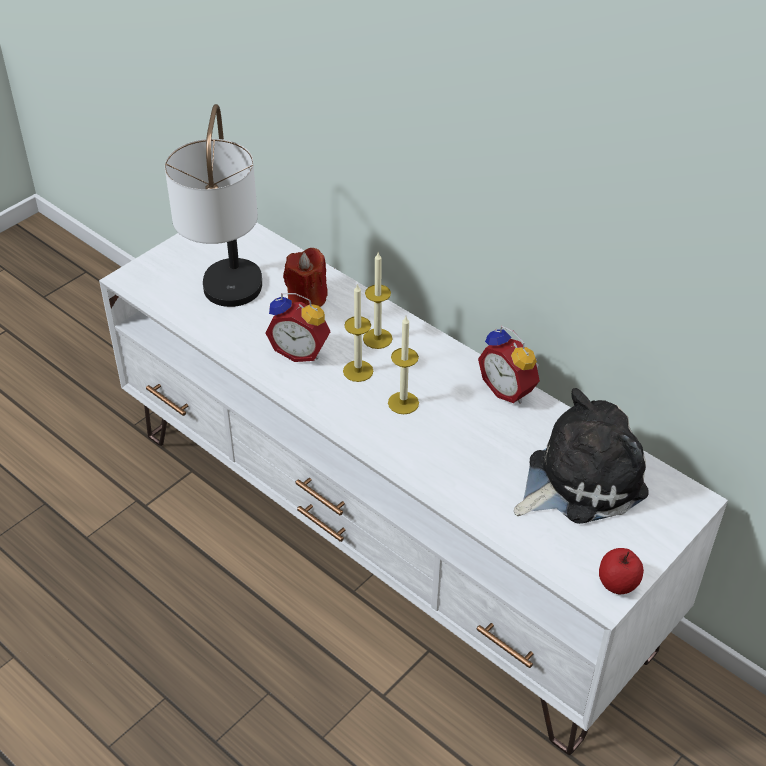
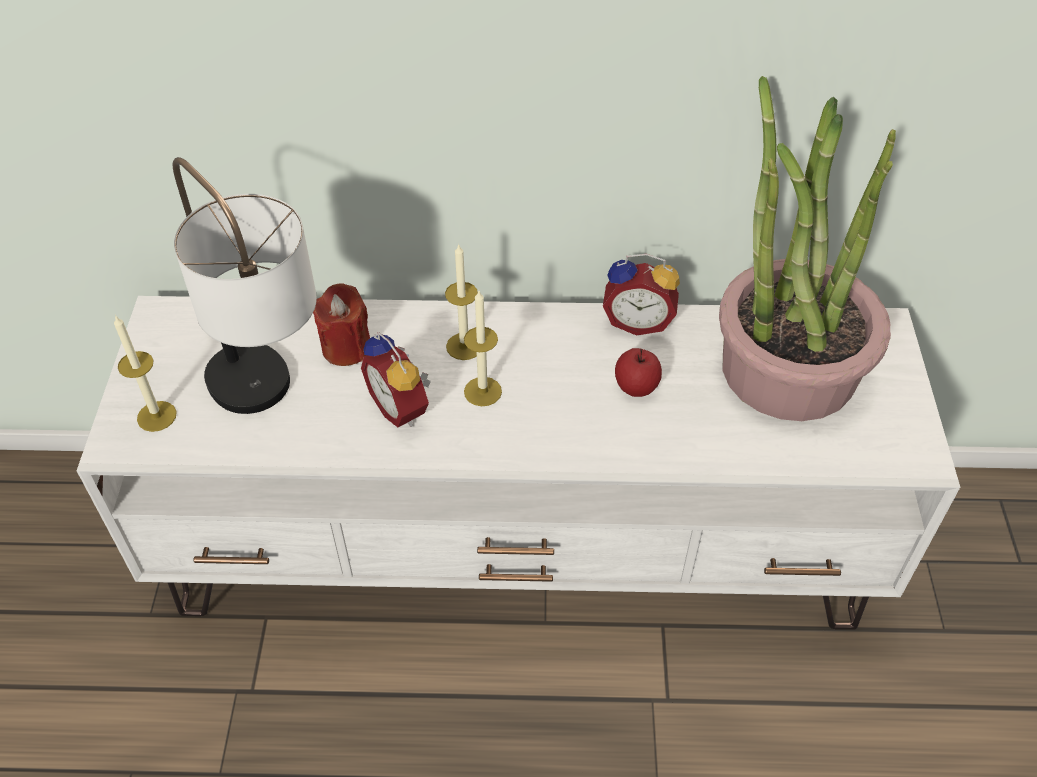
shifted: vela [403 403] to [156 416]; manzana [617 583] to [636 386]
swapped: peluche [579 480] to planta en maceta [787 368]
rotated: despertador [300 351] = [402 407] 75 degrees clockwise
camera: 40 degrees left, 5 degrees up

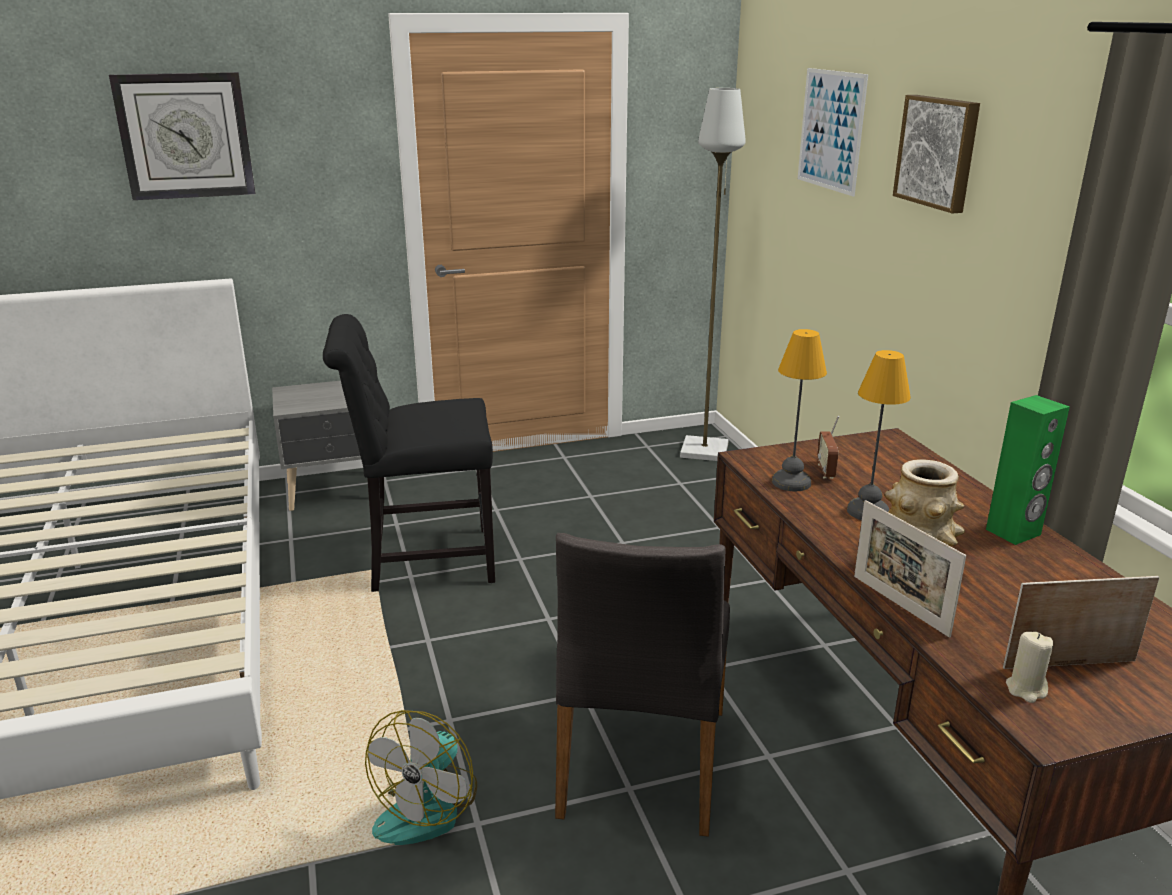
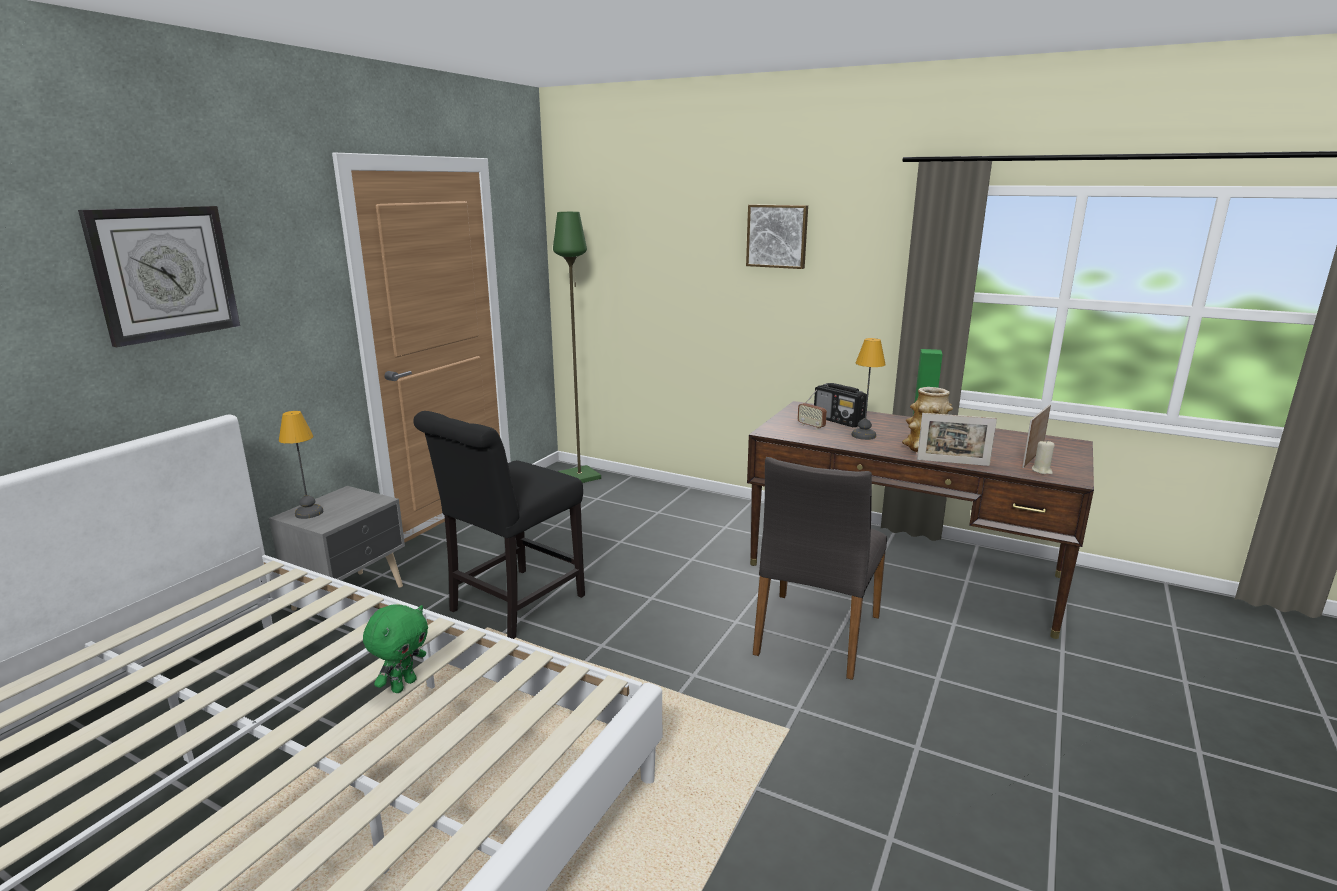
gone: cuadro [831 130]; ventilador [428 807]
new: radio [839 421]; peluche (verde) [403 685]
shifted: lámpara de mesa [792 482] to [310 512]
repainted: lámpara de pie (gris) [705 450] to lámpara de pie (verde) [579 476]
rotated: silla (gris) [640 762] = [815 635] 60 degrees clockwise
camera: 45 degrees left, 5 degrees down

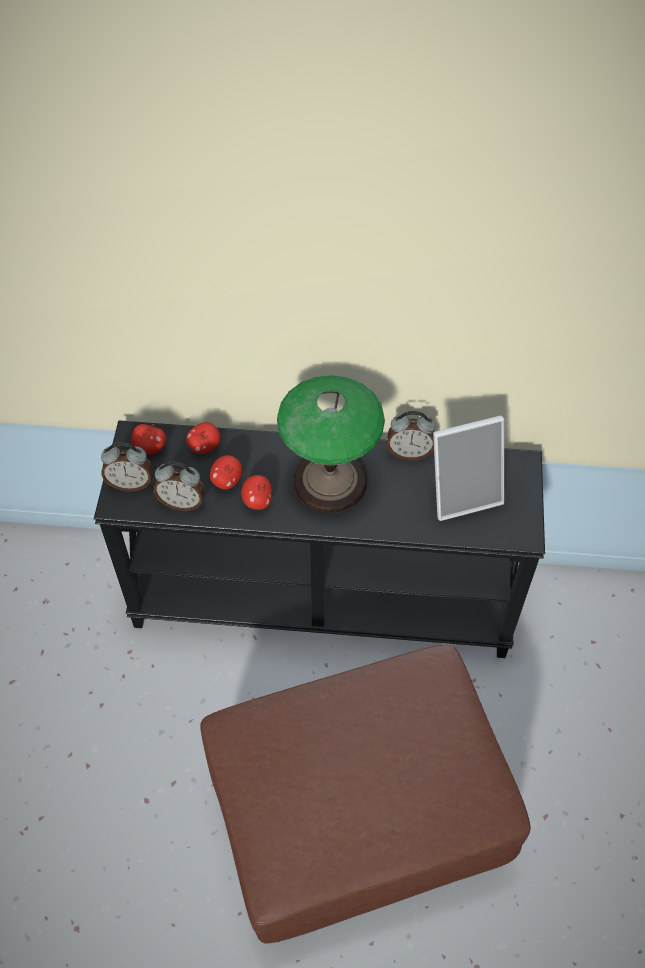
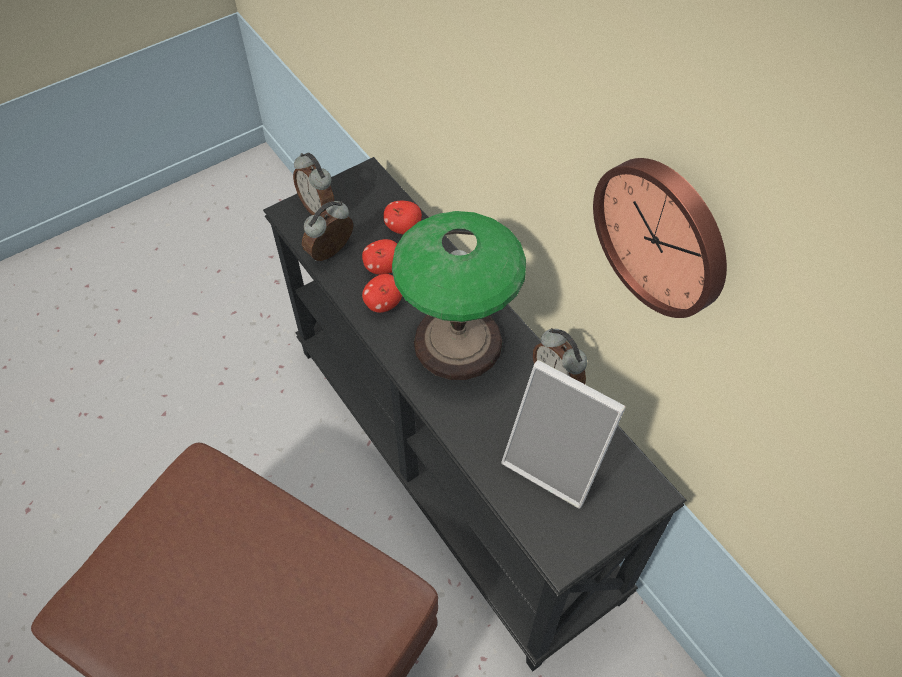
gone: manzana [150 448]
new: reloj de pared [663 235]
rotated: despertador [182 502] = [332 253] 75 degrees clockwise
camera: 50 degrees right, 0 degrees up

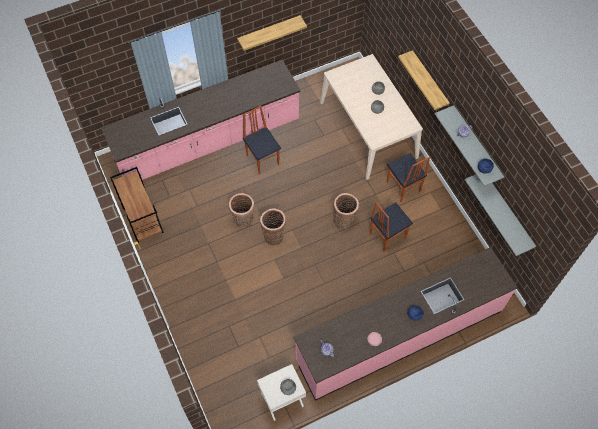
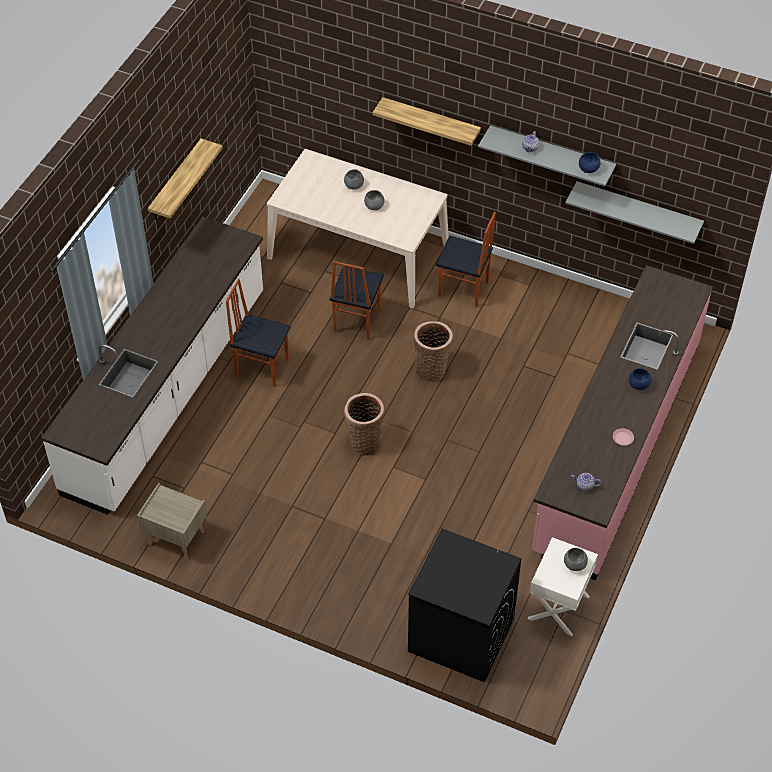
gone: cesta [243 220]
new: lavadora (negro) [460 635]
shifted: silla [387 236] to [356 320]
swapped: carrito (marrón) [142 220] to mesita de noche (beis) [175 538]
repainted: mueble bajo de cocina (rosa) [208 141] to mueble bajo de cocina (blanco) [167 392]
camera: 40 degrees left, 10 degrees down

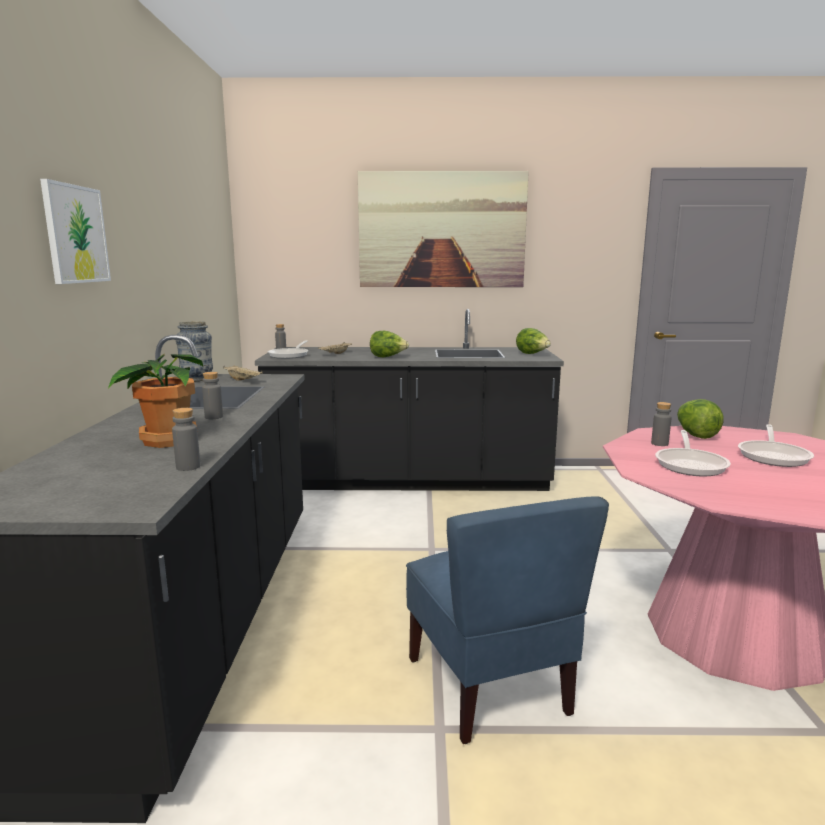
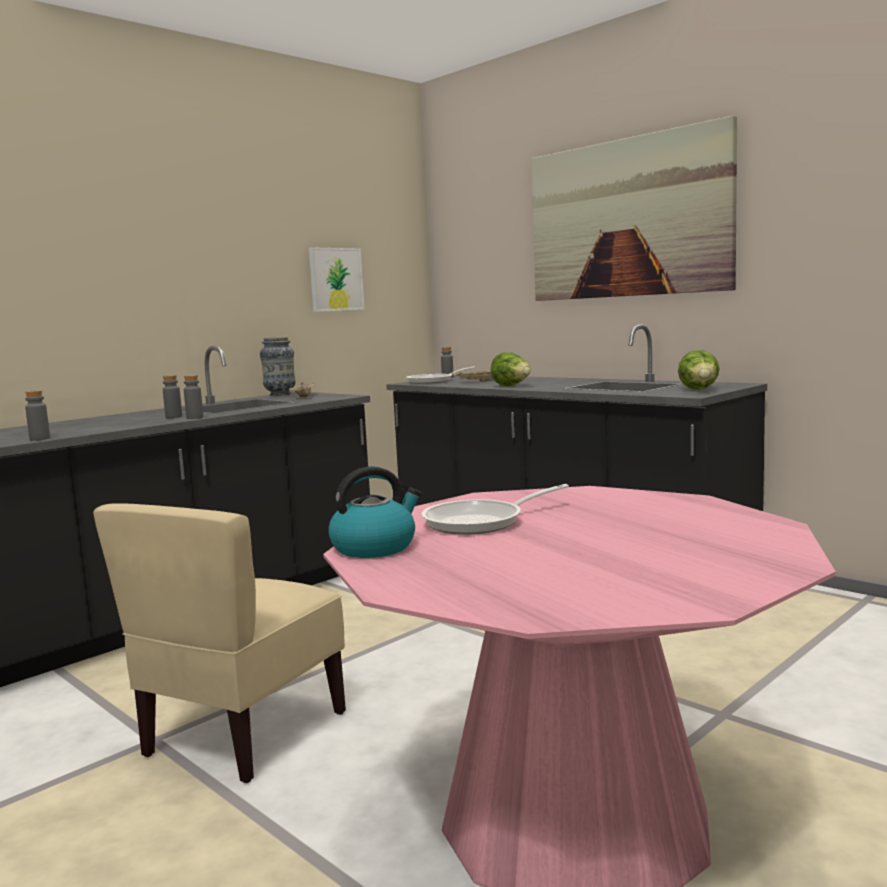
gone: planta en maceta [166 440]; lechuga [695 435]; sartén [773 456]
new: hervidor [375 547]
shifted: cuadro [75 234] to [336 279]; botella (gris) [659 443] to [195 417]
repainted: silla (azul) [490 685] to silla (beis) [243 733]
camera: 45 degrees right, 5 degrees down

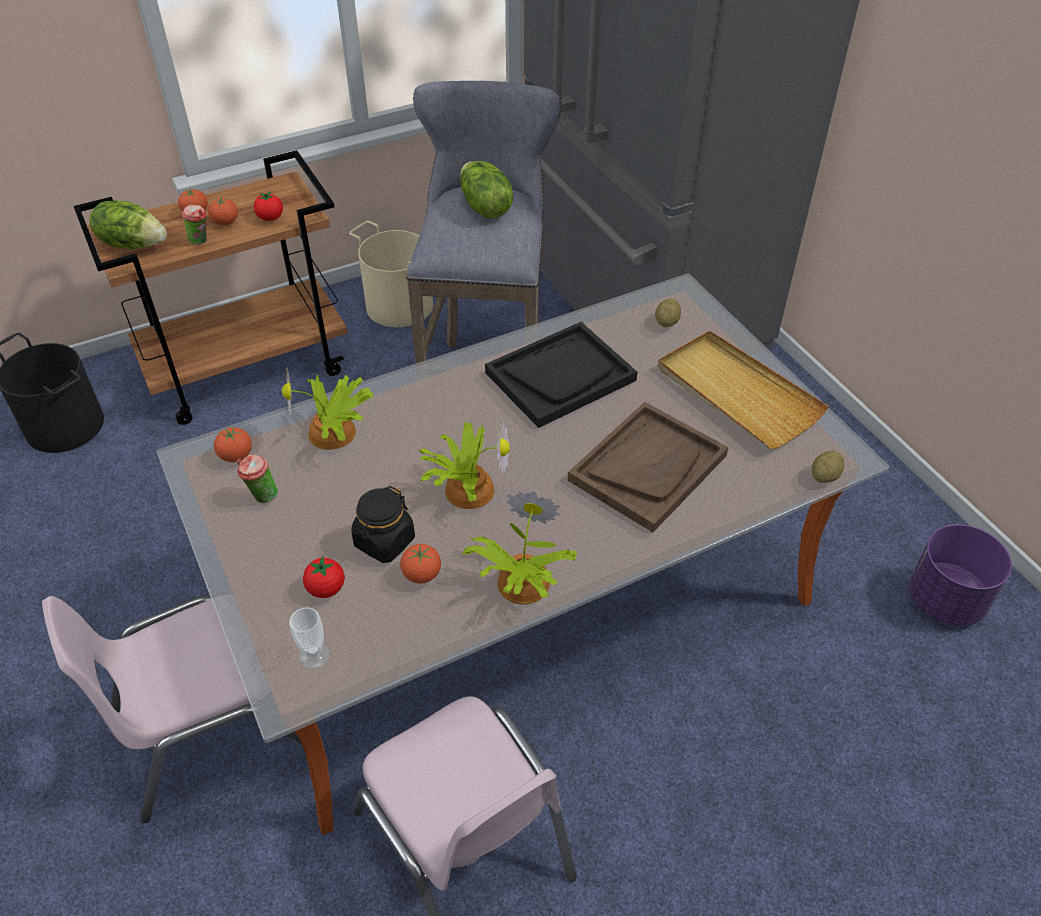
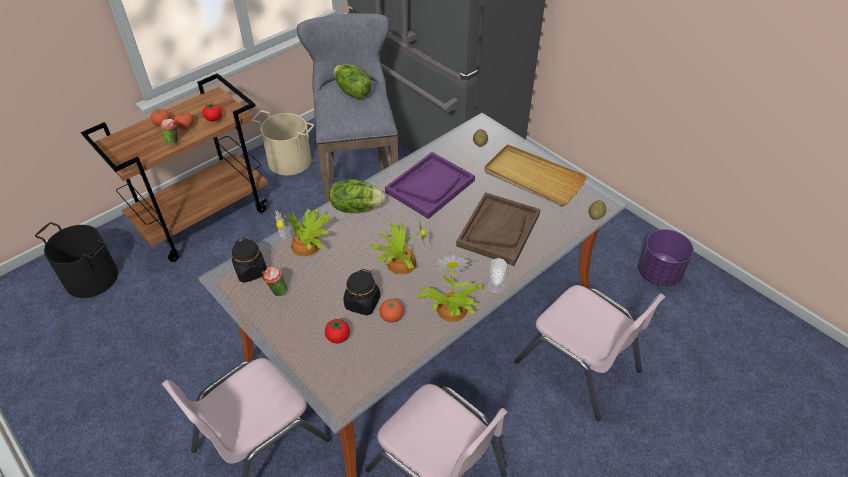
new: silla (rosa) [578 366]
shifted: lechuga [133 244] to [356 207]; taza [314 656] to [496 286]
swapped: tomate [236 456] to tarro (negro) [251 271]
repainted: bandeja (negro) [560 376] to bandeja (morado) [430 186]
camera: 15 degrees left, 0 degrees up

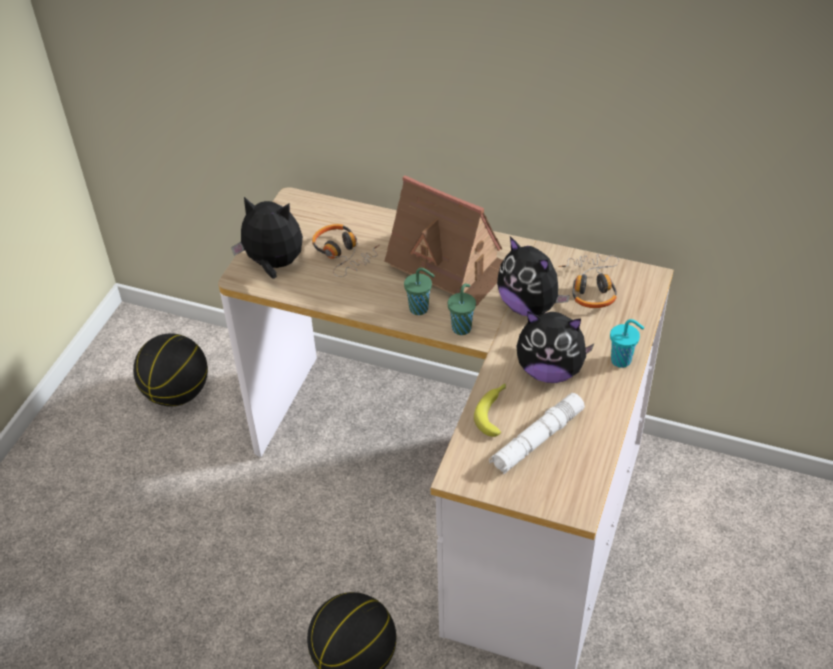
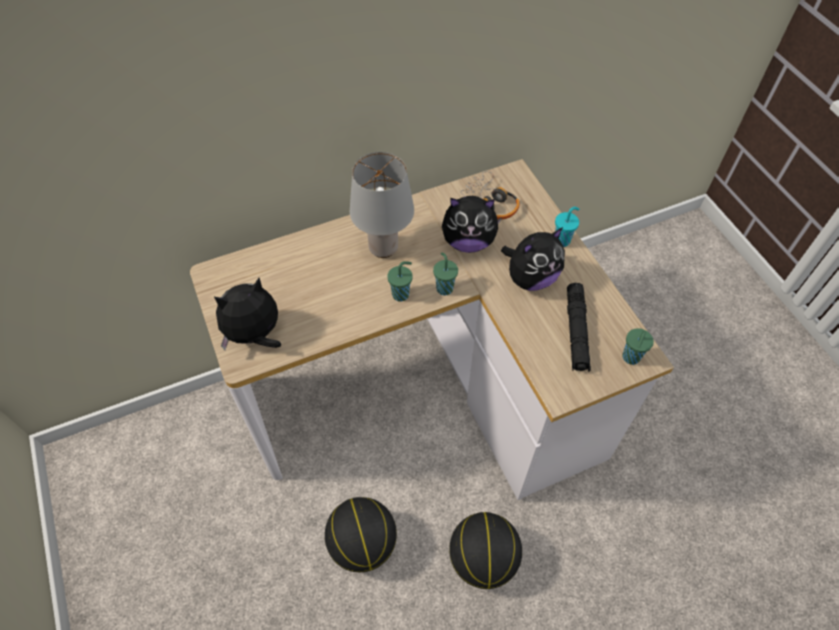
gone: auriculares [343 254]; plátano [494 412]
new: taza (verde) [630 358]
shifted: balón de baloncesto [176 393] to [362 544]
swapped: casita [449 265] to lámpara de mesa (gris) [384 248]
repainted: linterna (blanco) [537 439] to linterna (negro) [576 332]
camera: 45 degrees left, 10 degrees up

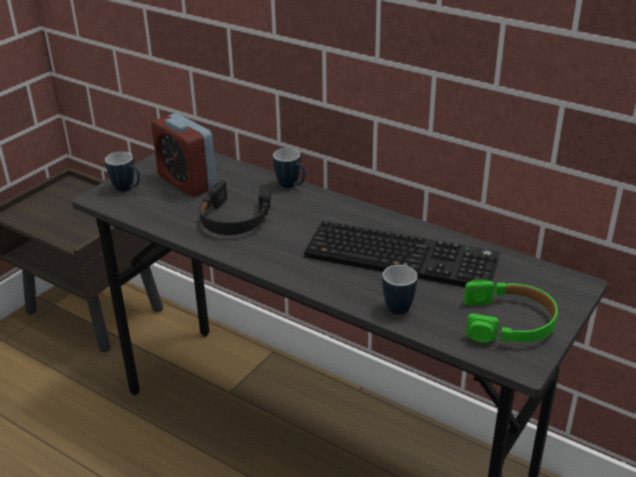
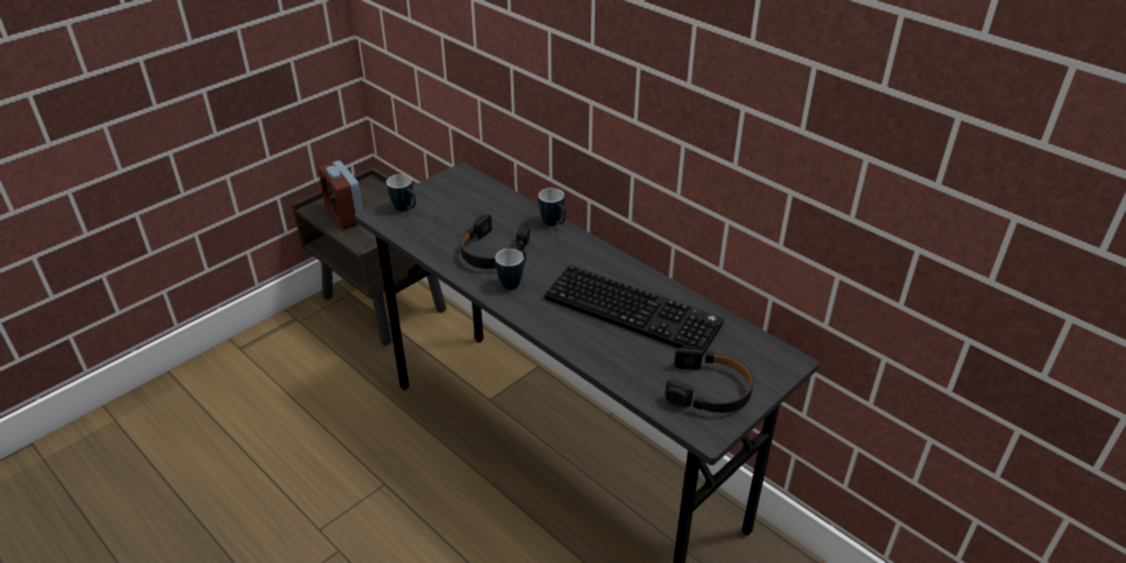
shifted: despertador [187 182] to [345 215]; taza grande [400 305] to [514 282]
repainted: auriculares (verde) [509 322] to auriculares (negro) [709 390]
camera: 10 degrees right, 5 degrees up

